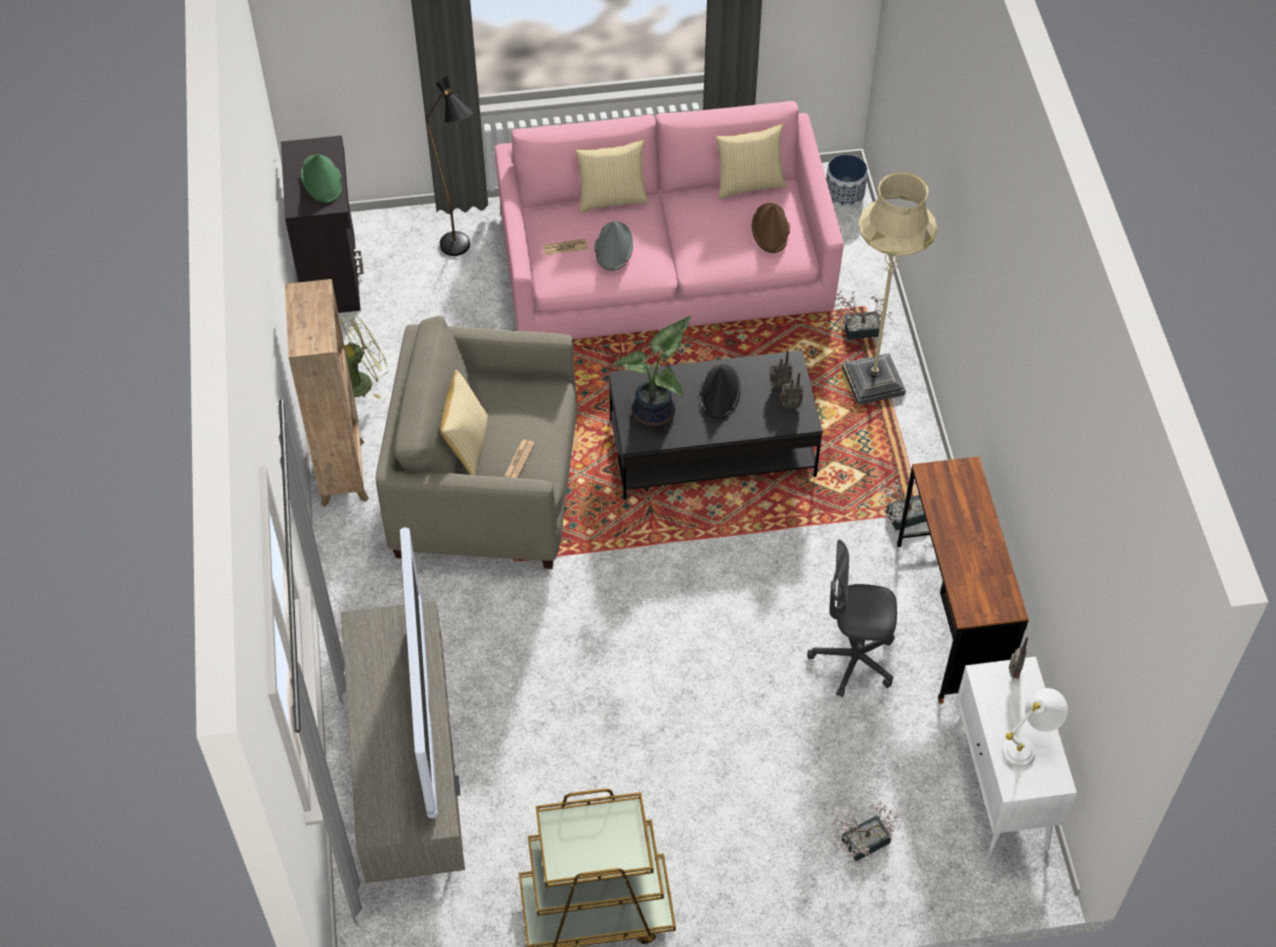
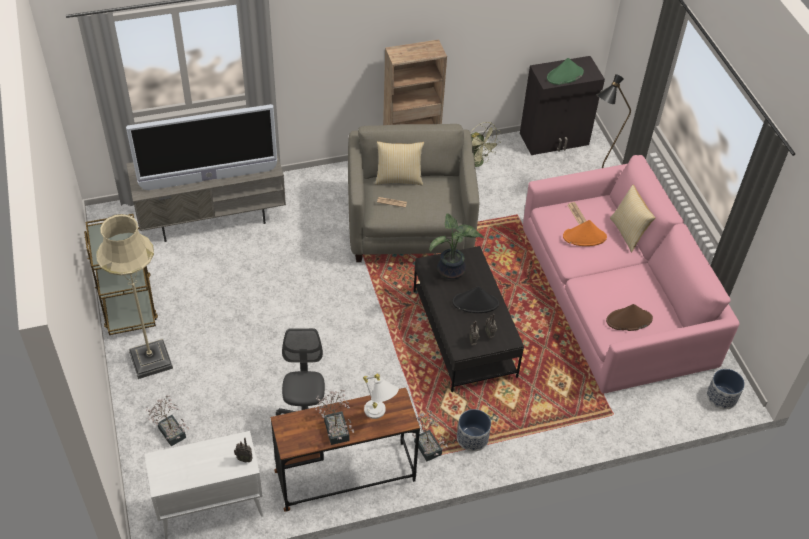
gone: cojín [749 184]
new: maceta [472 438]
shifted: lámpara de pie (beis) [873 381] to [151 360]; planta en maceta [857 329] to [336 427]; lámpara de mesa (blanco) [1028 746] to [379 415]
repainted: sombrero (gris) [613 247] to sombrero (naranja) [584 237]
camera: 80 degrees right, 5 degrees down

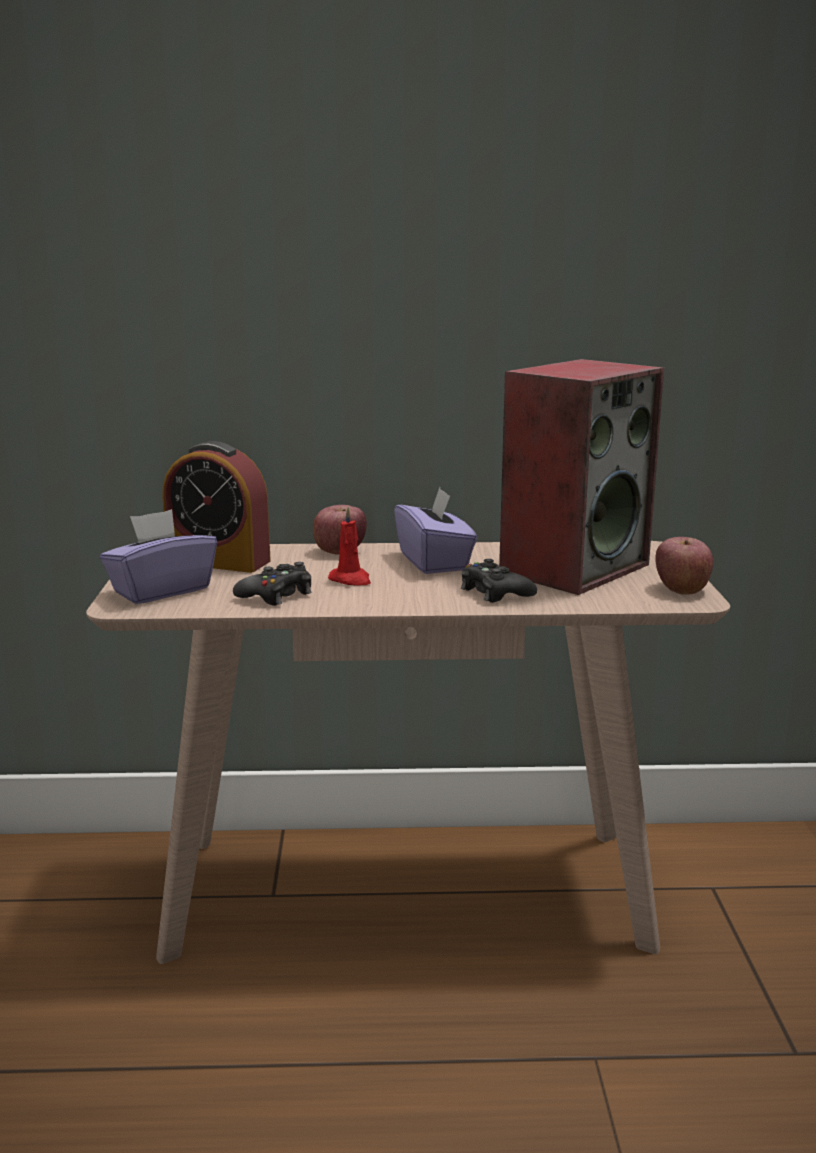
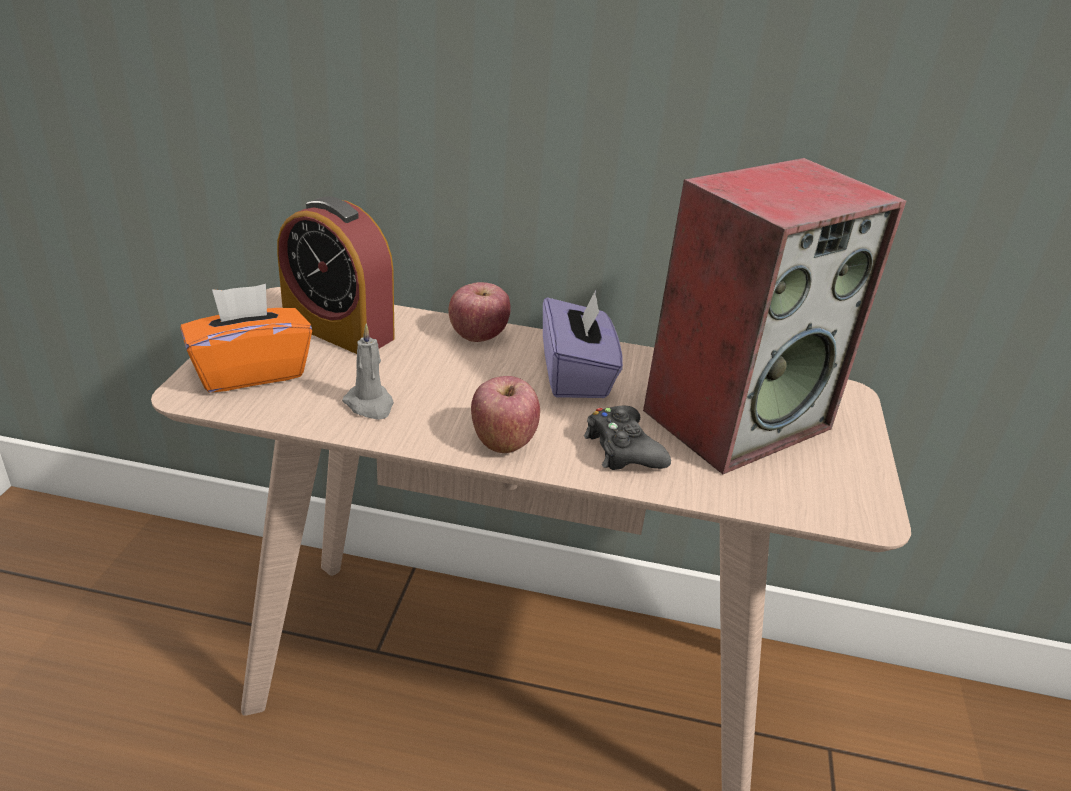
gone: vela (rojo) [351 580]
shifted: manzana [681 589] to [503 440]
swapped: mando de consola (negro) [276 595] to vela (gris) [370 405]
repainted: caja de pañuelos (morado) [161 590] to caja de pañuelos (naranja) [250 371]
camera: 10 degrees right, 15 degrees up

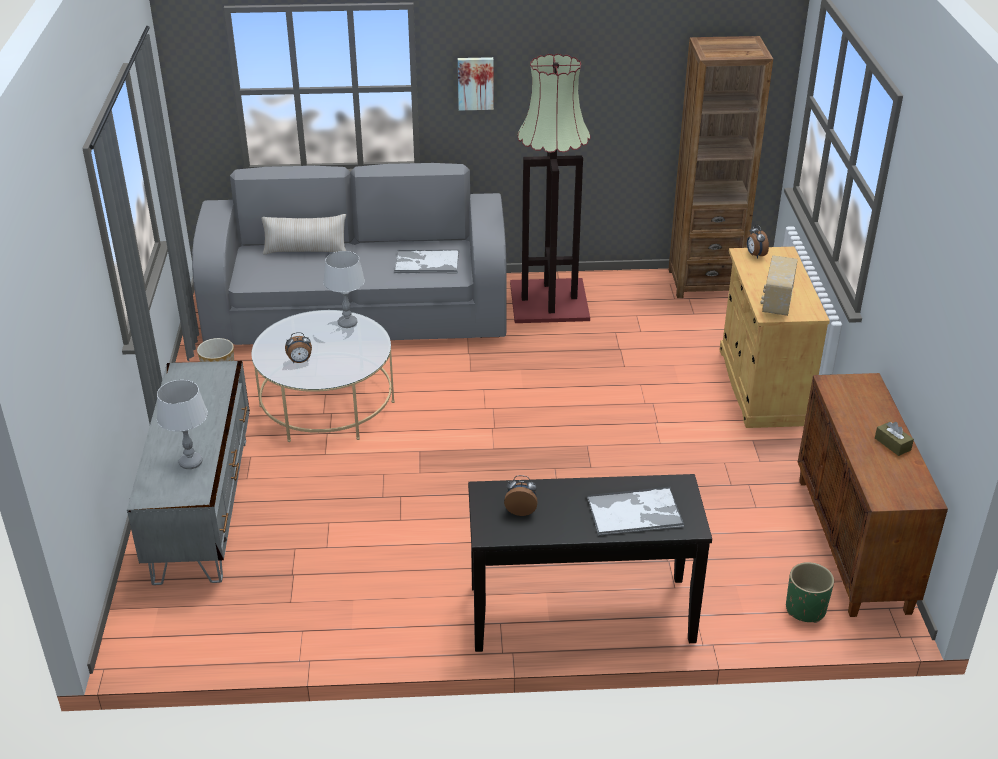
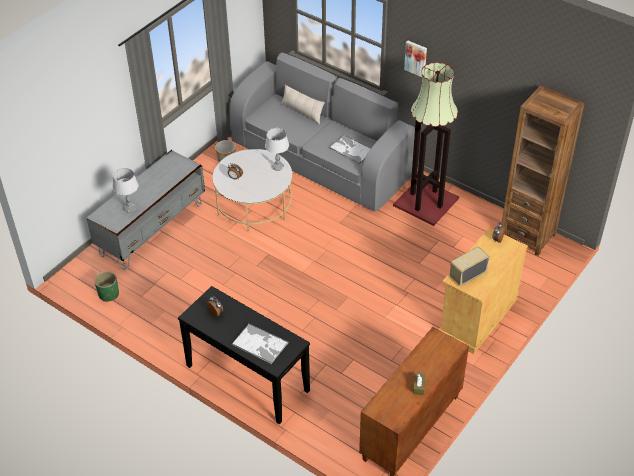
shifted: maceta (verde) [805 609] to [108 294]
camera: 40 degrees right, 10 degrees up

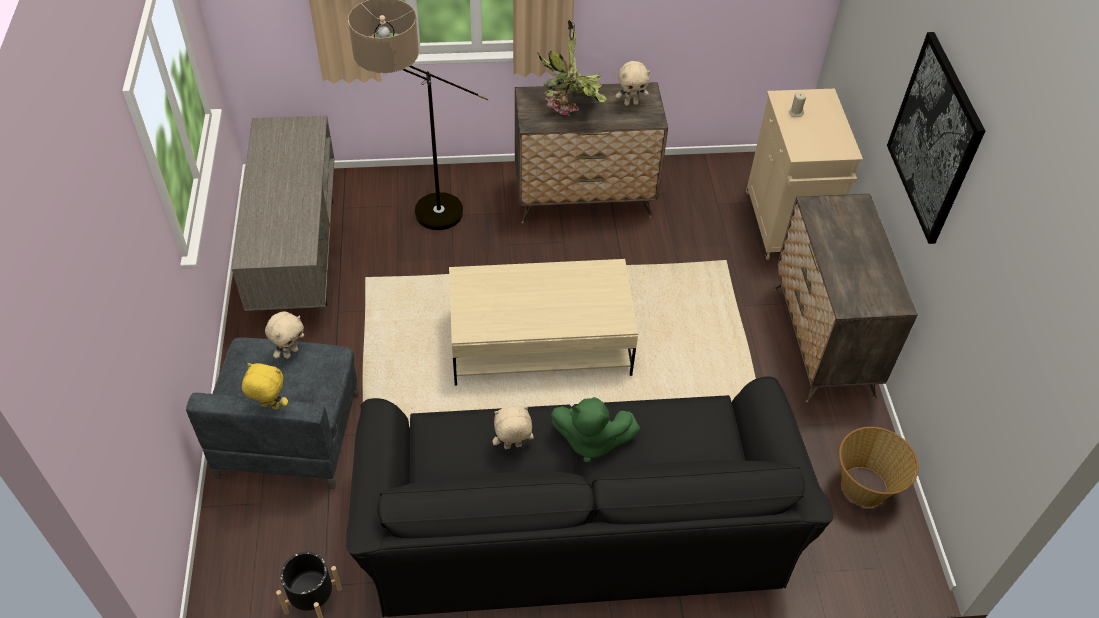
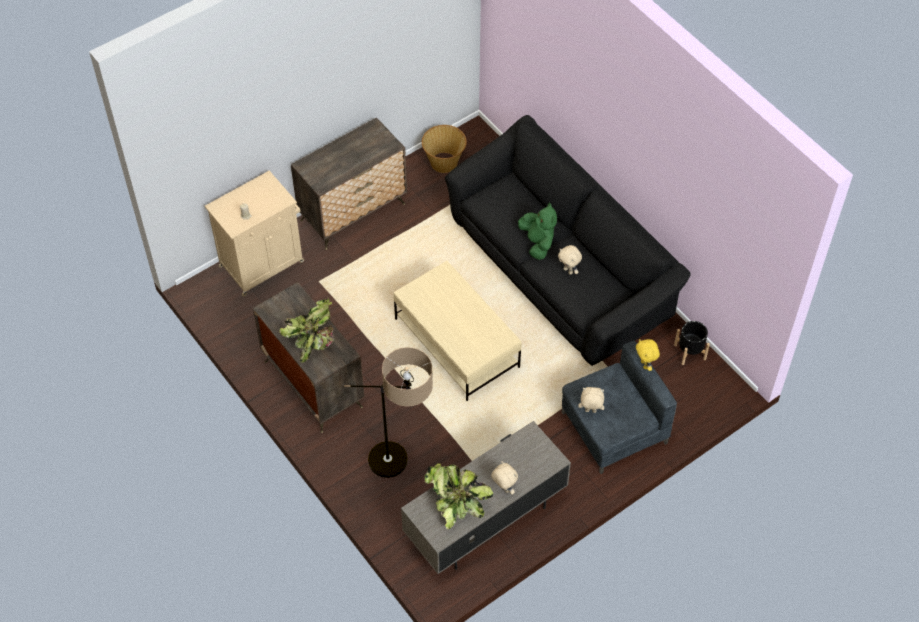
gone: cuadro [934 138]
new: planta en maceta [456 504]
shifted: peluche (beis) [631 103] to [503 489]
camera: 120 degrees left, 5 degrees up

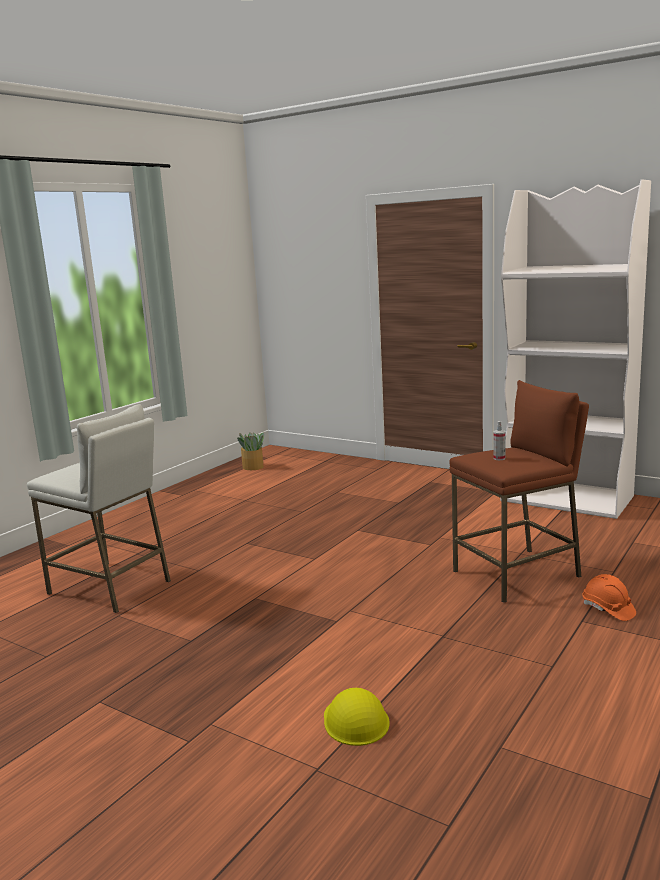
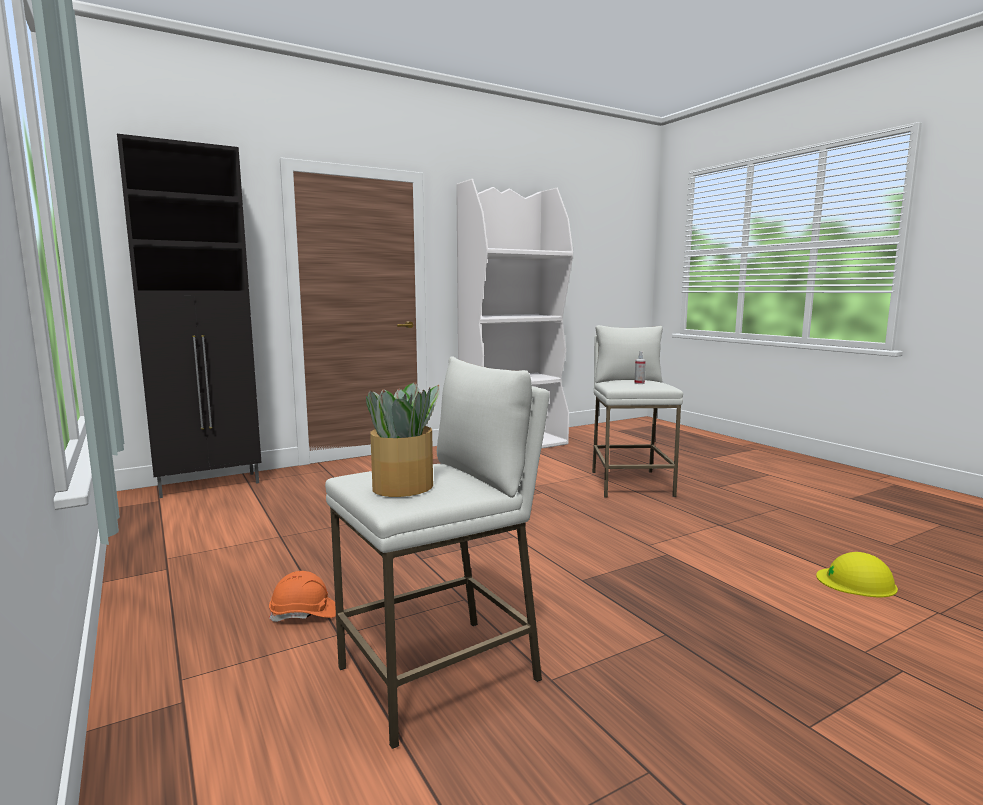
new: armario (negro) [210 485]
shifted: planta en maceta [253 467] to [404 487]; casco (naranja) [608 609] to [304 614]
repainted: taburete (marrón) [517 574] to taburete (blanco) [630 483]
camera: 65 degrees left, 5 degrees down

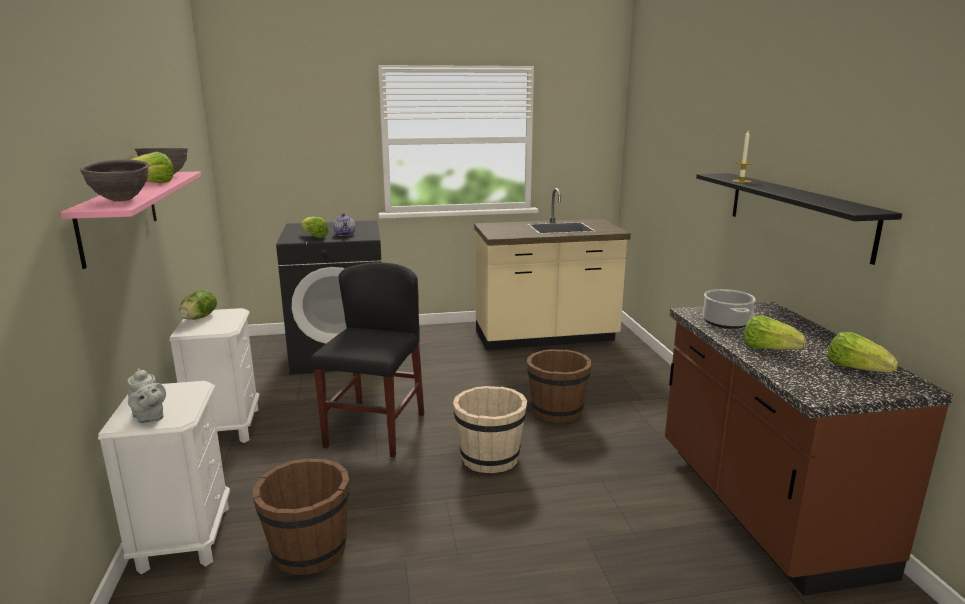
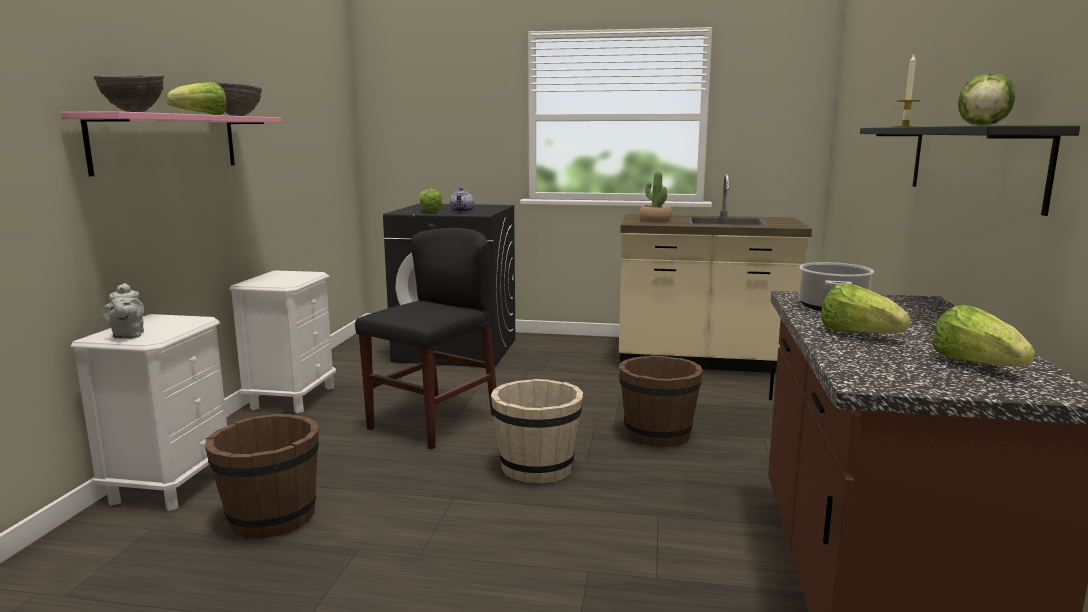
new: planta en maceta [655 220]
shifted: lechuga [200 318] to [983 125]
camera: 20 degrees right, 5 degrees down

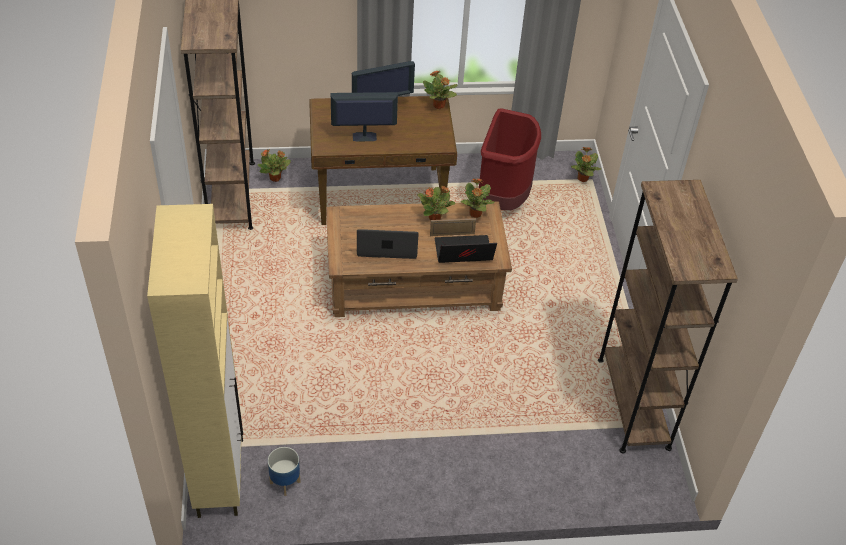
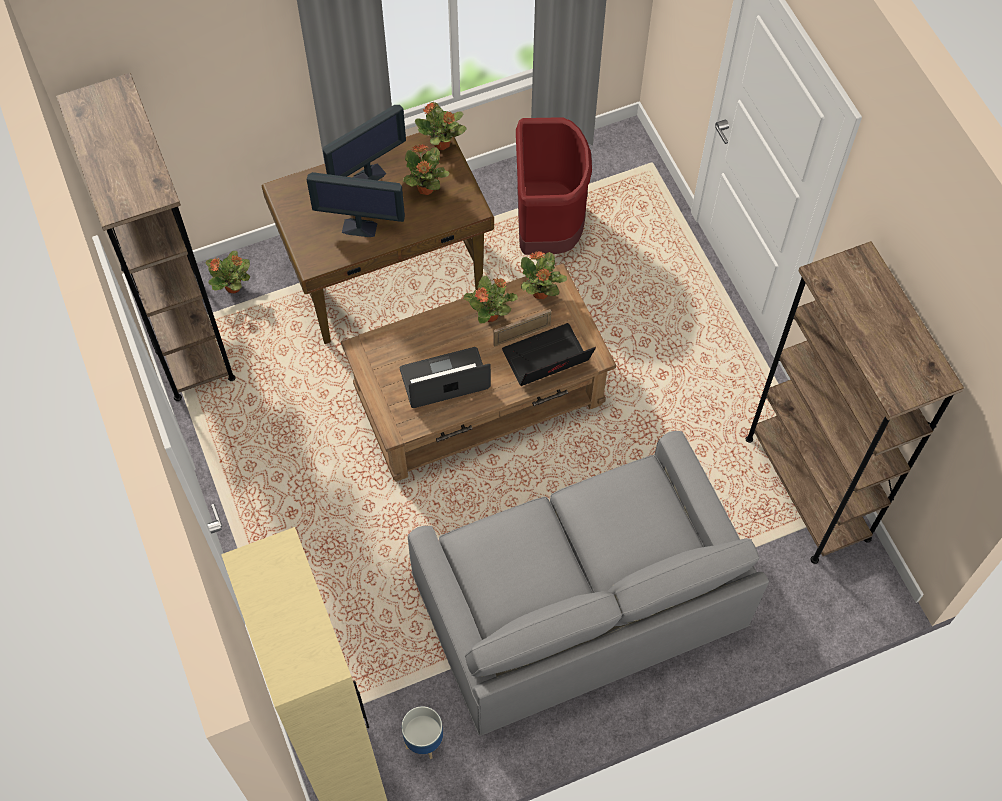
new: sofá (gris) [578 603]
shifted: planta en maceta [582 179] to [425 189]
rotated: monitor [364 137] = [360 227] 150 degrees counterclockwise
camera: 15 degrees left, 15 degrees up

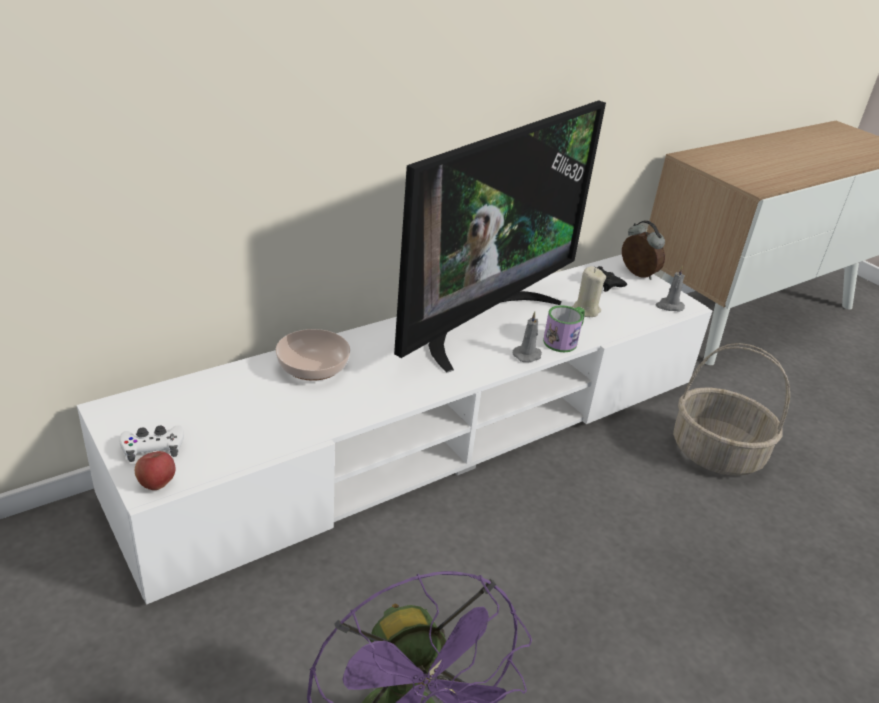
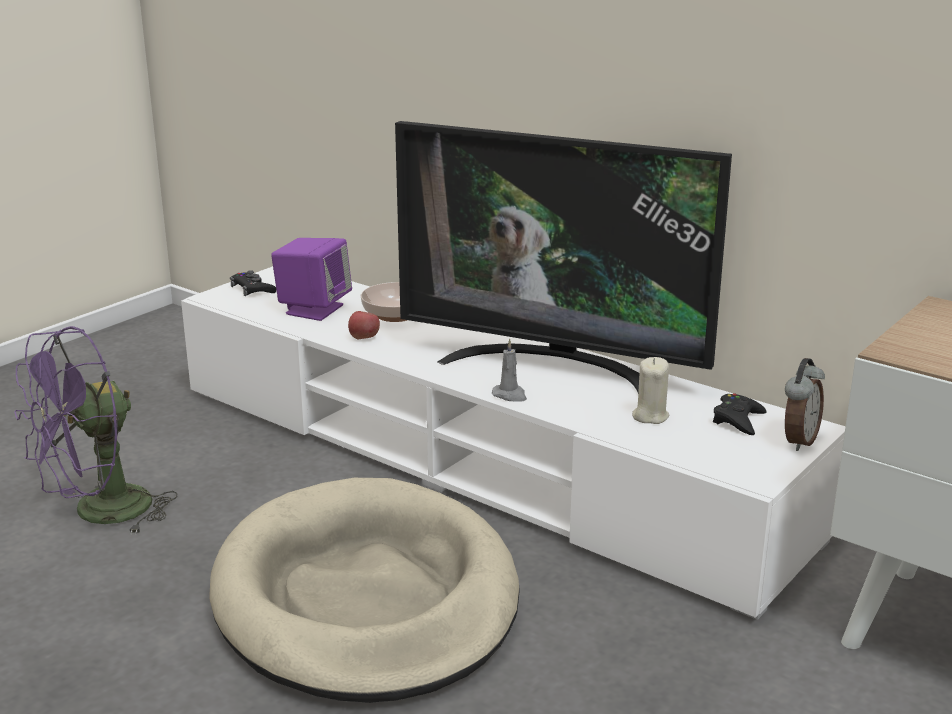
gone: vela (gris) [669 306]; taza grande [564 340]; cesta [717 453]
new: altavoz (morado) [314 309]; cama para perro (beis) [366 598]
shifted: manzana [157 483] to [364 338]
repainted: mando de consola (blanco) [153 447] to mando de consola (negro) [252 289]
camera: 75 degrees right, 10 degrees down

